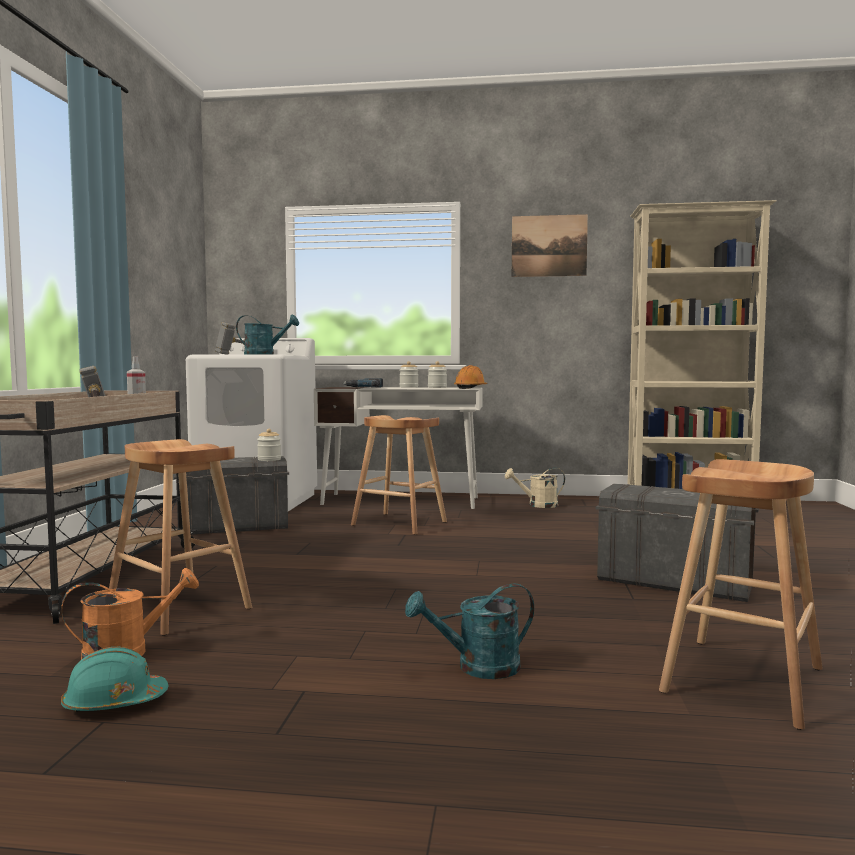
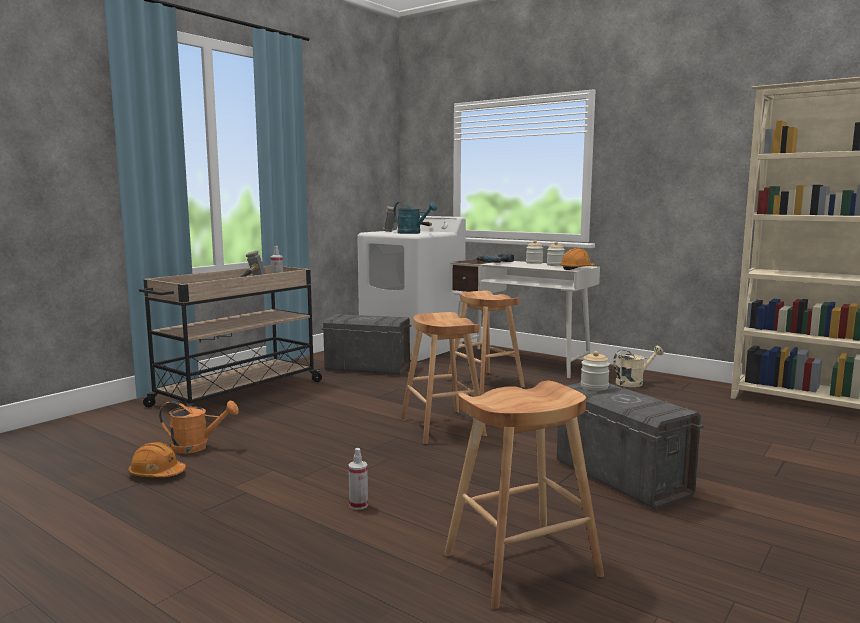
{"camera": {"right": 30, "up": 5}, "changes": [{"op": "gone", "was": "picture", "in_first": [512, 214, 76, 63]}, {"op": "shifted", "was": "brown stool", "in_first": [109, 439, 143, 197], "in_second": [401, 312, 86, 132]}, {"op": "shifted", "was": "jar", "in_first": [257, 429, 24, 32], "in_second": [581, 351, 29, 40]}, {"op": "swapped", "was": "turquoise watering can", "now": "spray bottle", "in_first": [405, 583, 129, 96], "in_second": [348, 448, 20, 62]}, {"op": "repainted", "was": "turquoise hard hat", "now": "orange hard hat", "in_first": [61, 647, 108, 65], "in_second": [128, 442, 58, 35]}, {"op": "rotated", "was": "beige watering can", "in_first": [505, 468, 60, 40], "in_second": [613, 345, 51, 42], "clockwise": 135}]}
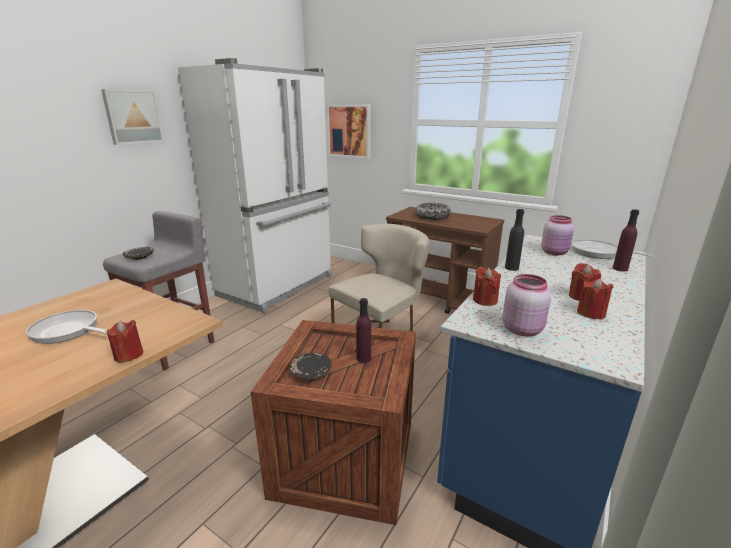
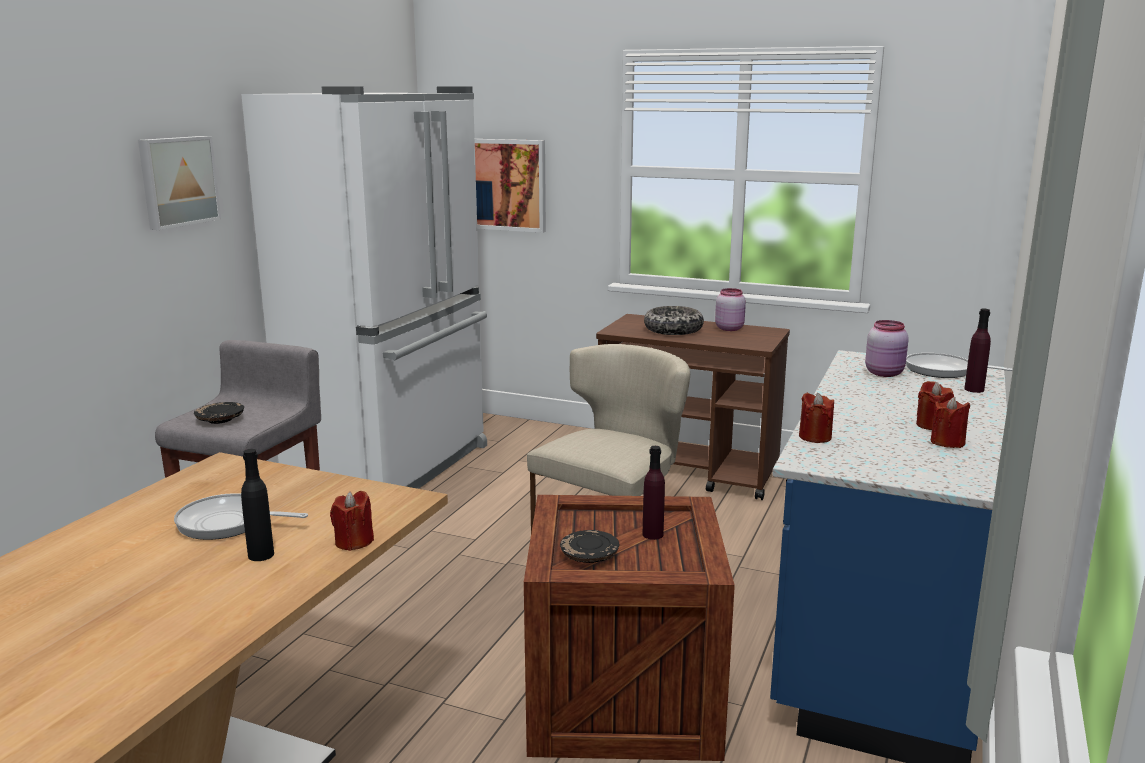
{"camera": {"right": -10, "up": -5}, "changes": [{"op": "shifted", "was": "pink jar", "in_first": [502, 274, 49, 62], "in_second": [715, 288, 31, 43]}, {"op": "shifted", "was": "black bottle", "in_first": [505, 209, 19, 62], "in_second": [241, 449, 33, 112]}]}
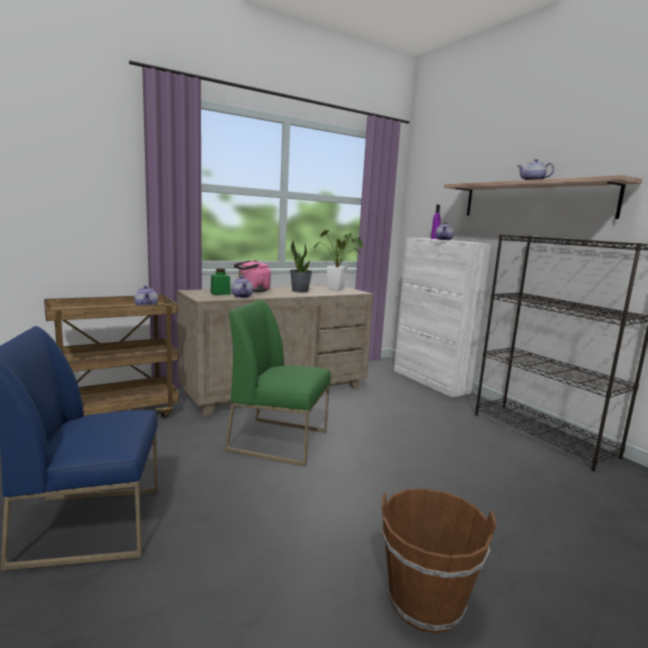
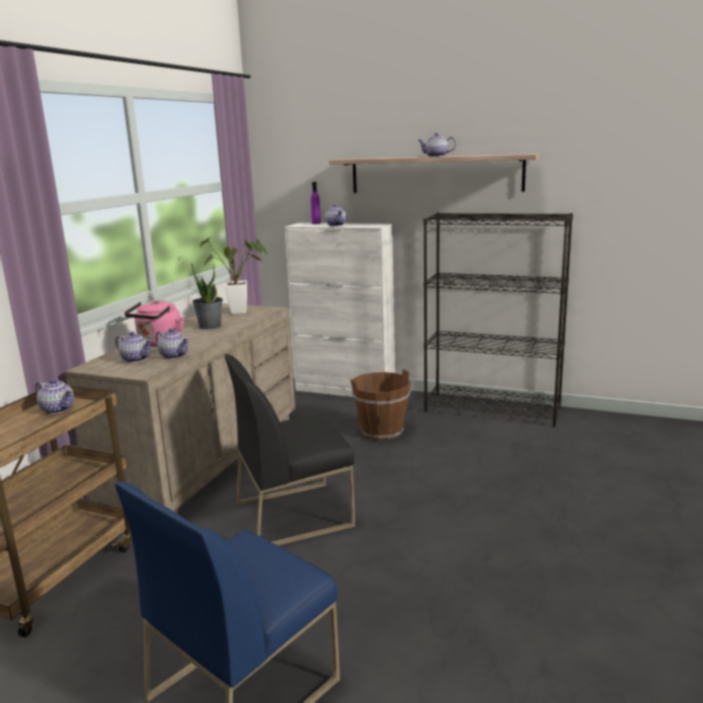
{"camera": {"right": -35, "up": 5}, "changes": [{"op": "shifted", "was": "brown bucket", "in_first": [381, 488, 116, 145], "in_second": [350, 369, 61, 72]}, {"op": "swapped", "was": "green jar", "now": "teapot", "in_first": [210, 269, 21, 26], "in_second": [115, 332, 37, 31]}, {"op": "repainted", "was": "green chair", "now": "black chair", "in_first": [225, 299, 106, 167], "in_second": [224, 354, 131, 192]}]}
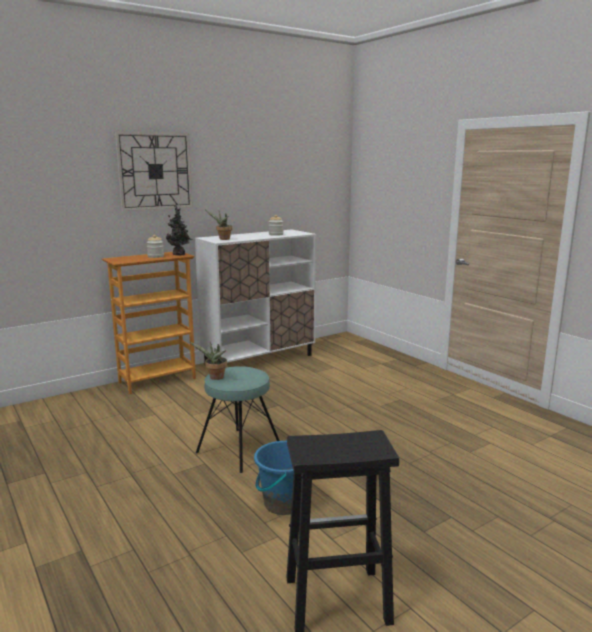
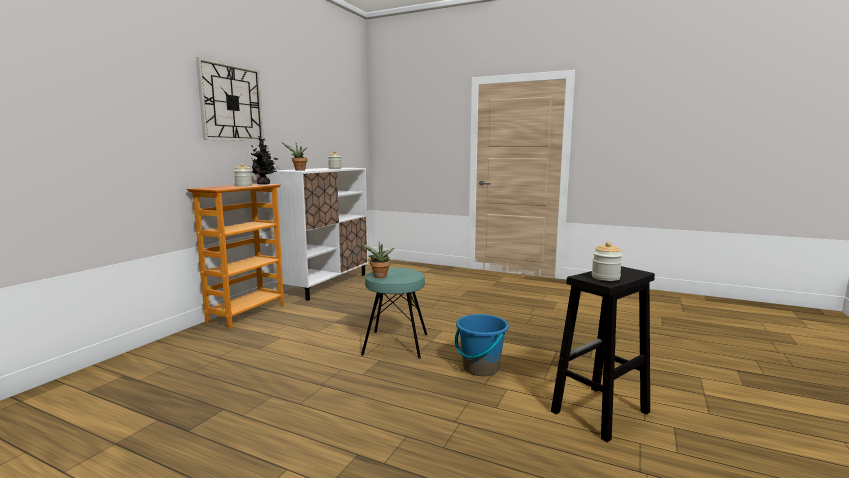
{"camera": {"right": -30, "up": -5}, "changes": [{"op": "new", "now": "jar", "in_second": [592, 242, 30, 39]}]}
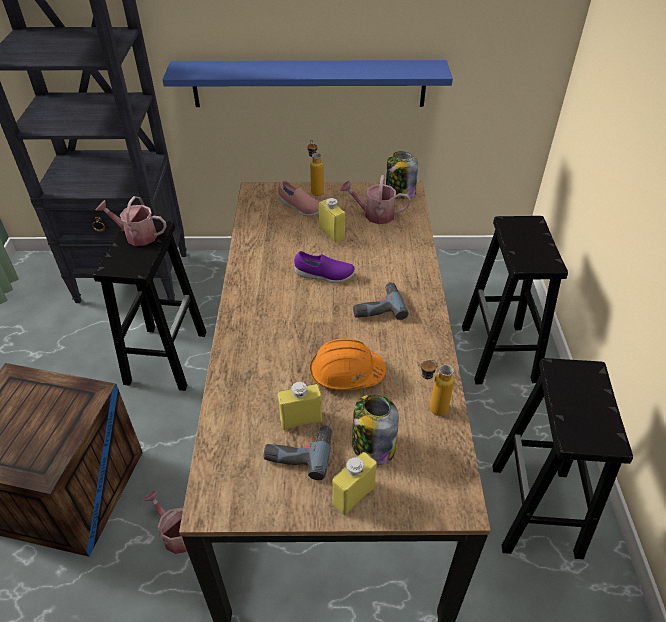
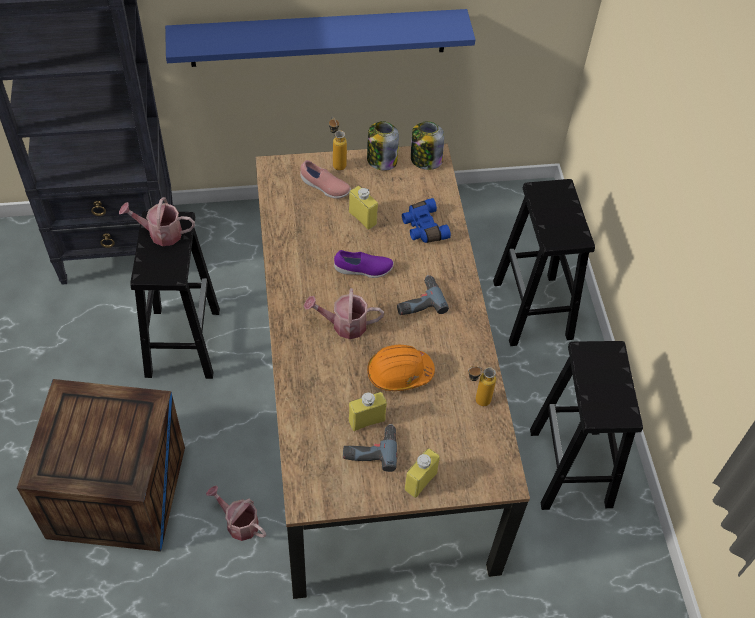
{"camera": {"right": -10, "up": 10}, "changes": [{"op": "new", "now": "blue binoculars", "in_second": [402, 198, 49, 45]}, {"op": "shifted", "was": "watering can", "in_first": [340, 175, 71, 49], "in_second": [304, 288, 80, 51]}, {"op": "shifted", "was": "jar", "in_first": [352, 395, 47, 70], "in_second": [367, 121, 32, 50]}]}
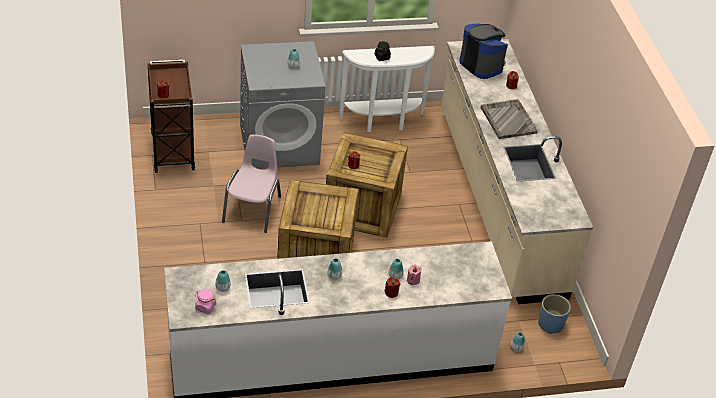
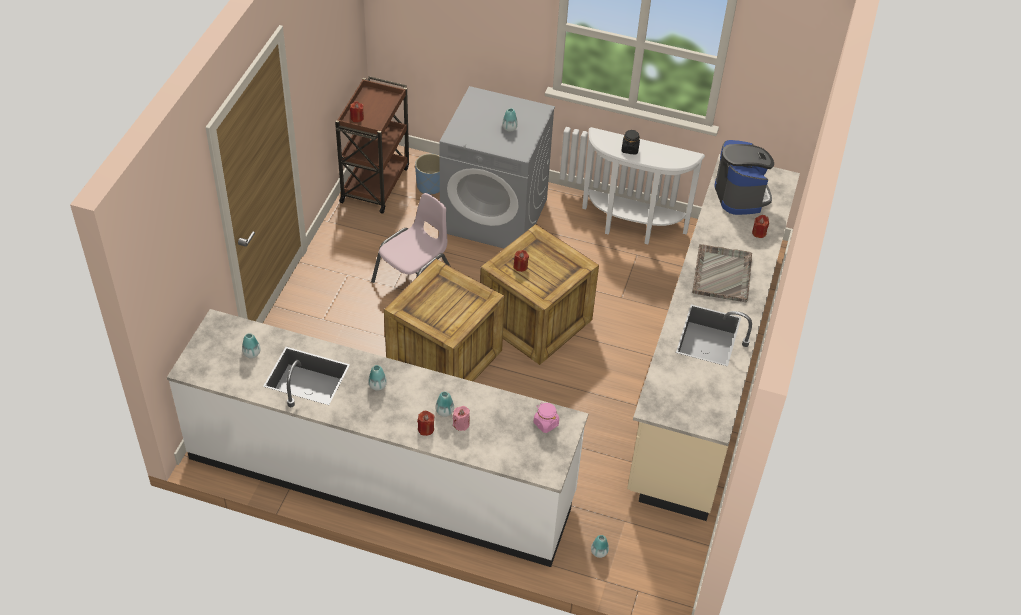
{"camera": {"right": 30, "up": 5}, "changes": [{"op": "shifted", "was": "pink jar", "in_first": [195, 289, 22, 25], "in_second": [534, 402, 25, 31]}, {"op": "shifted", "was": "blue planter", "in_first": [538, 294, 33, 40], "in_second": [415, 154, 25, 40]}]}
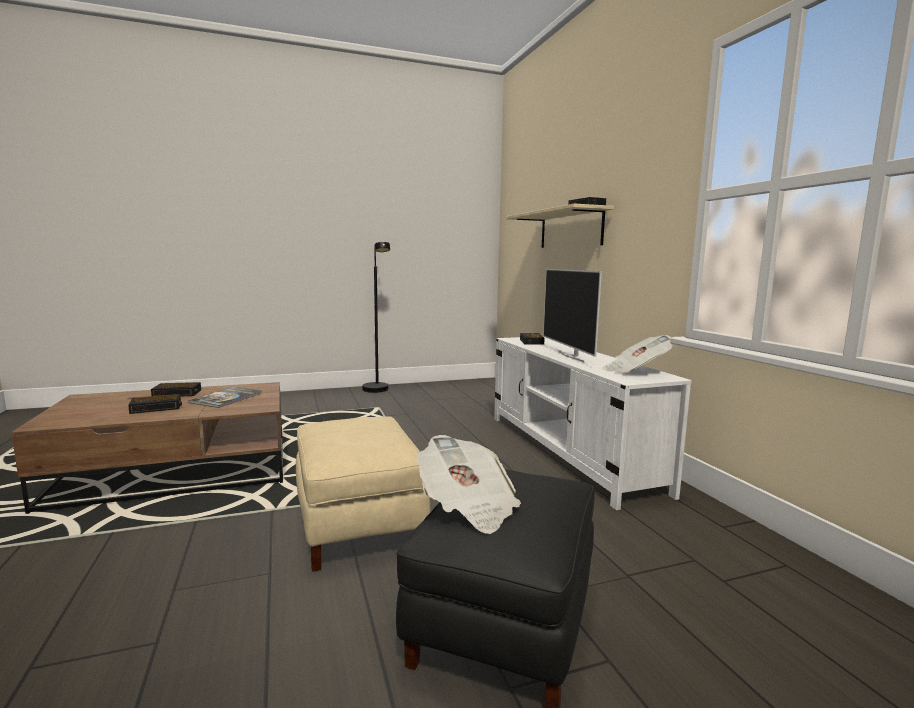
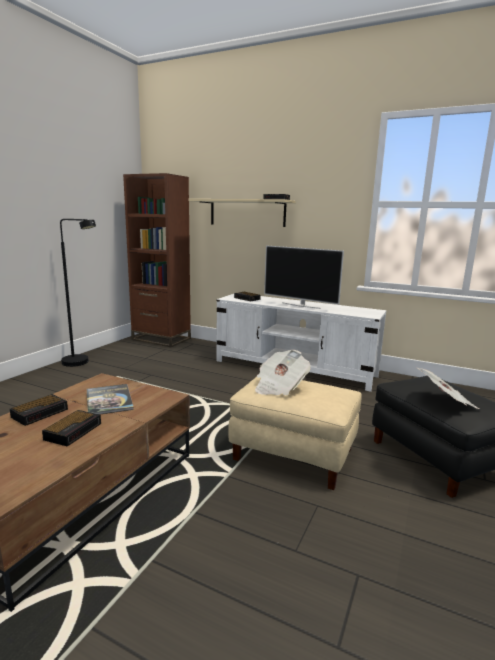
{"camera": {"right": -45, "up": 5}, "changes": [{"op": "new", "now": "brown bookcase", "in_second": [123, 173, 68, 174]}, {"op": "shifted", "was": "newspaper", "in_first": [602, 335, 71, 38], "in_second": [255, 350, 56, 46]}]}
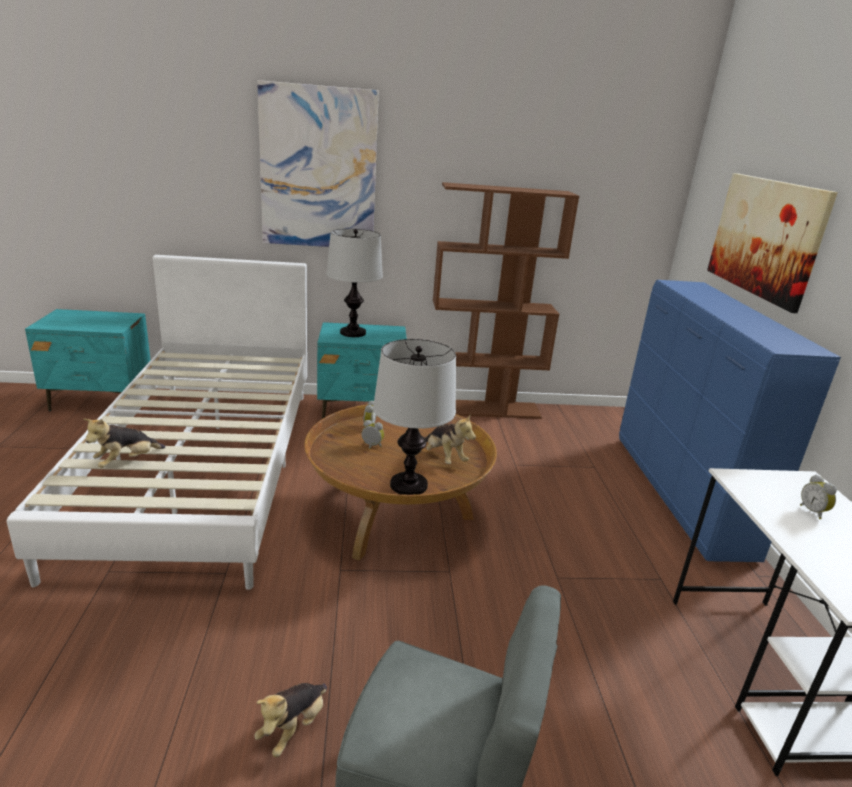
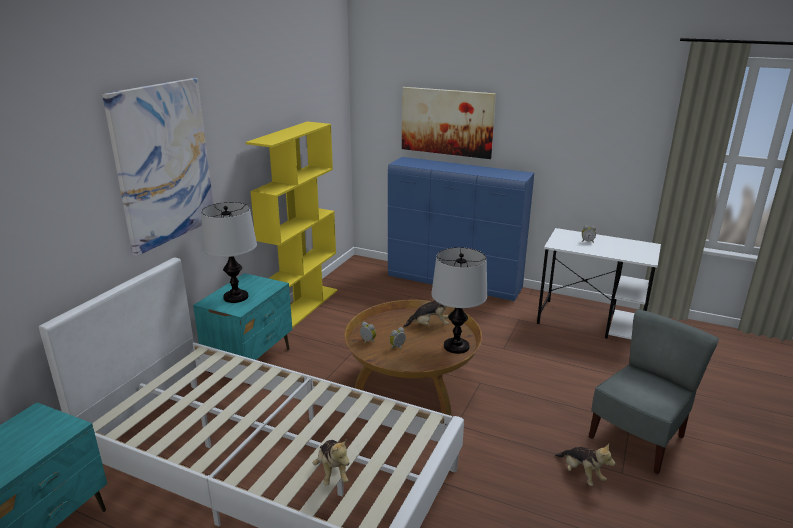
{"camera": {"right": -60, "up": 0}, "changes": [{"op": "repainted", "was": "brown bookcase", "now": "yellow bookcase", "in_first": [433, 182, 146, 237], "in_second": [246, 121, 92, 207]}]}
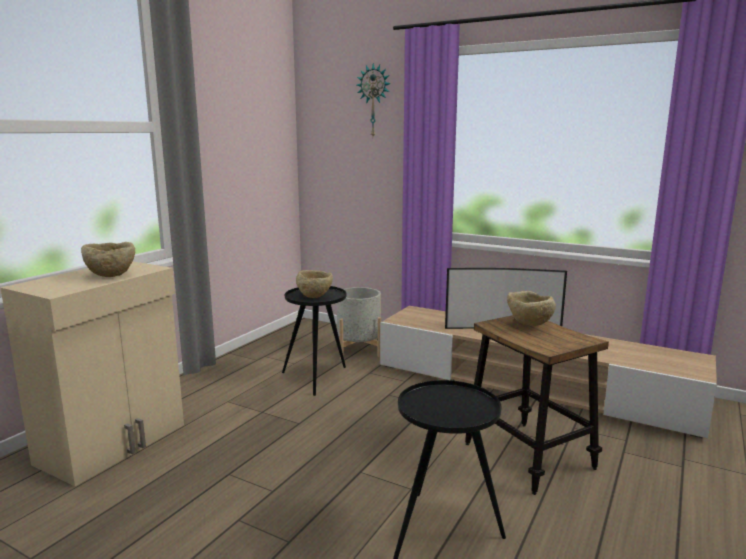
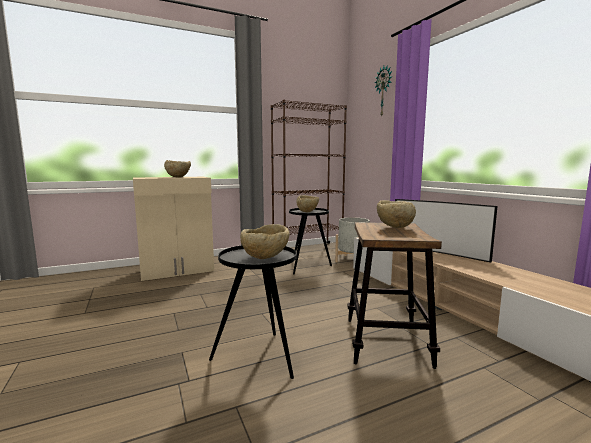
{"camera": {"right": 35, "up": -5}, "changes": [{"op": "new", "now": "beige bowl", "in_second": [240, 224, 50, 35]}, {"op": "new", "now": "brown bookcase", "in_second": [271, 100, 76, 144]}]}
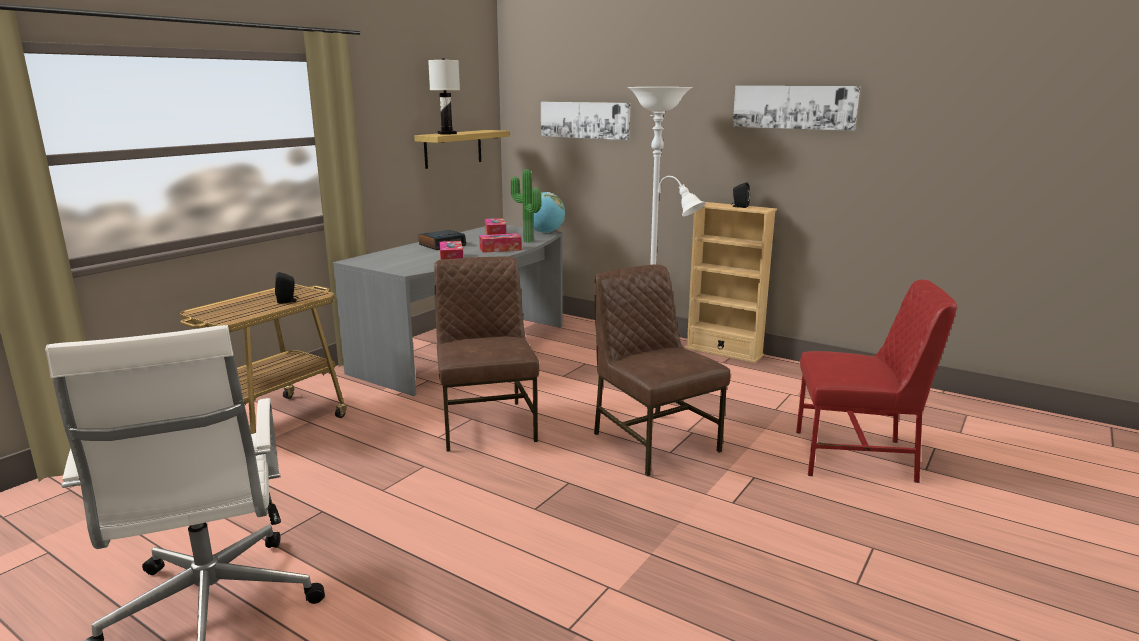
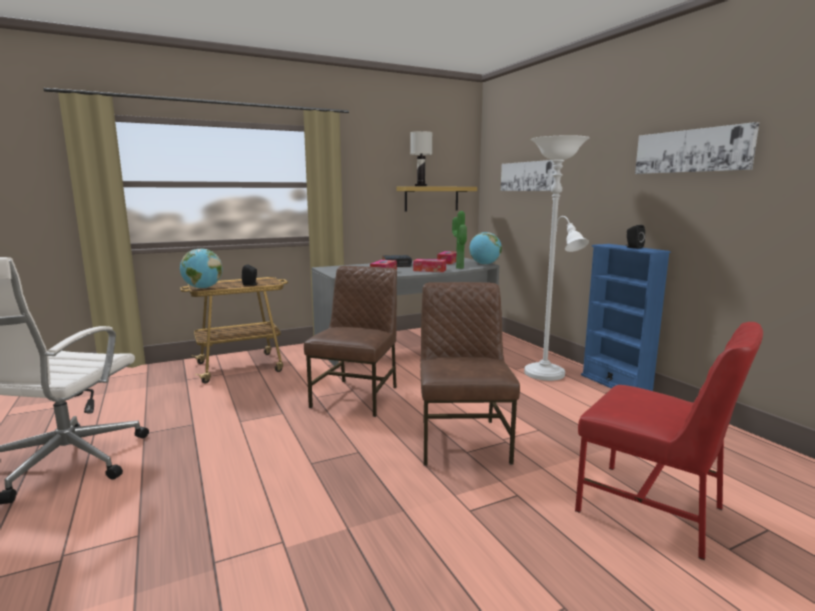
{"camera": {"right": 30, "up": -5}, "changes": [{"op": "new", "now": "globe", "in_second": [180, 249, 43, 40]}, {"op": "repainted", "was": "beige bookcase", "now": "blue bookcase", "in_first": [685, 202, 92, 161], "in_second": [581, 244, 90, 147]}]}
